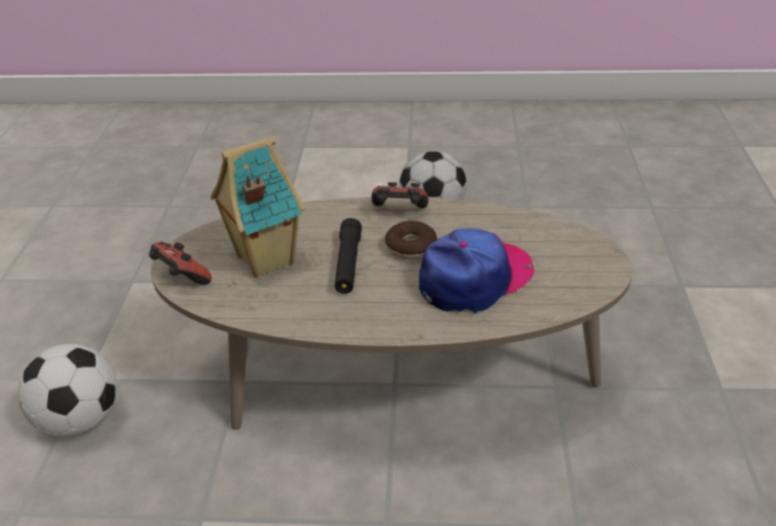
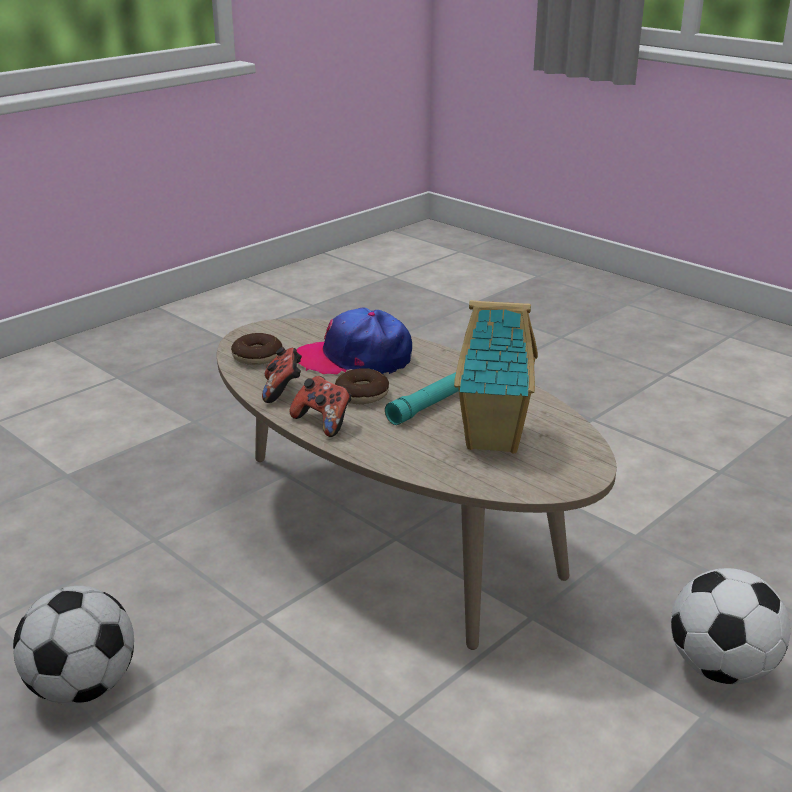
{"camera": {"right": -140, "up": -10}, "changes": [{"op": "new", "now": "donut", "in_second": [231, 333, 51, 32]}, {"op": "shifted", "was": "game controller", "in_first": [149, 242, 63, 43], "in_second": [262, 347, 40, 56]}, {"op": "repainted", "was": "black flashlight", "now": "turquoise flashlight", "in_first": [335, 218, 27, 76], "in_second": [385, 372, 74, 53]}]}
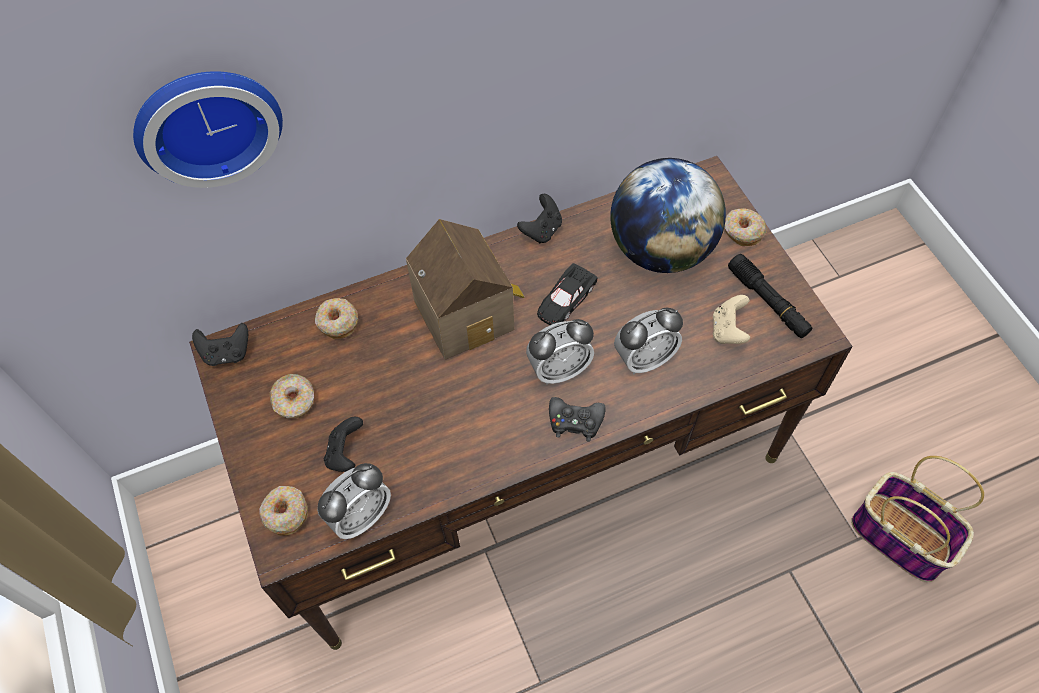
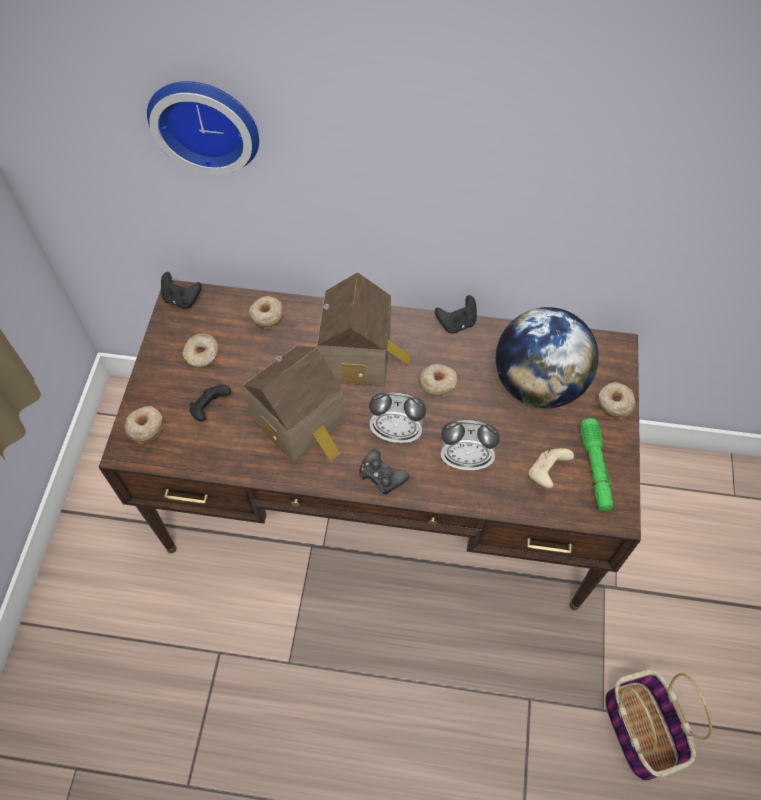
{"camera": {"right": 30, "up": 0}, "changes": [{"op": "gone", "was": "alarm clock", "in_first": [317, 463, 74, 76]}, {"op": "new", "now": "toy house", "in_second": [243, 345, 102, 118]}, {"op": "swapped", "was": "black toy car", "now": "donut", "in_first": [537, 263, 61, 62], "in_second": [419, 364, 38, 33]}, {"op": "repainted", "was": "black flashlight", "now": "green flashlight", "in_first": [728, 254, 84, 84], "in_second": [580, 418, 34, 93]}]}
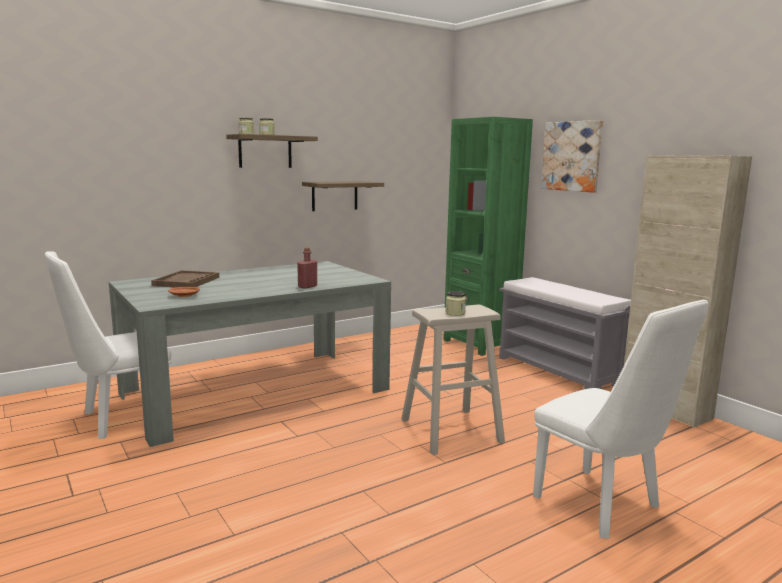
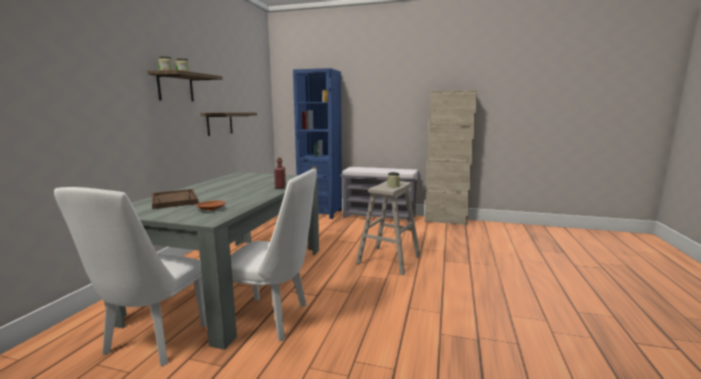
{"camera": {"right": -40, "up": 0}, "changes": [{"op": "gone", "was": "picture", "in_first": [541, 120, 62, 72]}, {"op": "shifted", "was": "white chair", "in_first": [533, 300, 175, 238], "in_second": [231, 169, 86, 172]}, {"op": "repainted", "was": "green bookcase", "now": "blue bookcase", "in_first": [443, 117, 90, 239], "in_second": [293, 68, 49, 151]}]}
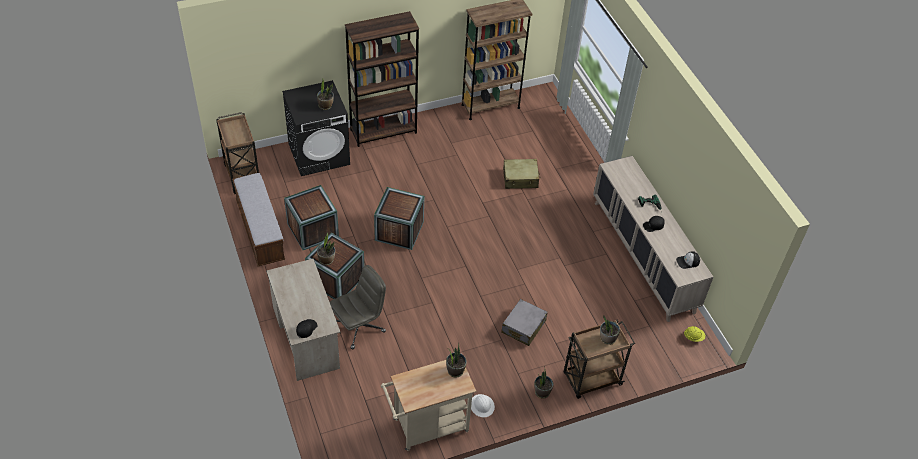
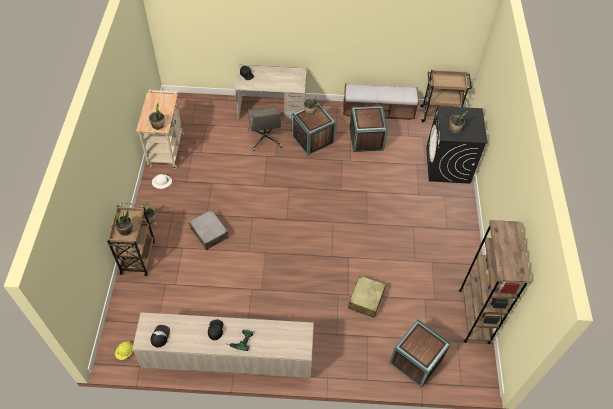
{"camera": {"right": 115, "up": 5}, "changes": [{"op": "gone", "was": "brown bookcase", "in_first": [345, 11, 74, 136]}, {"op": "shifted", "was": "crate", "in_first": [374, 187, 50, 63], "in_second": [389, 319, 62, 69]}]}
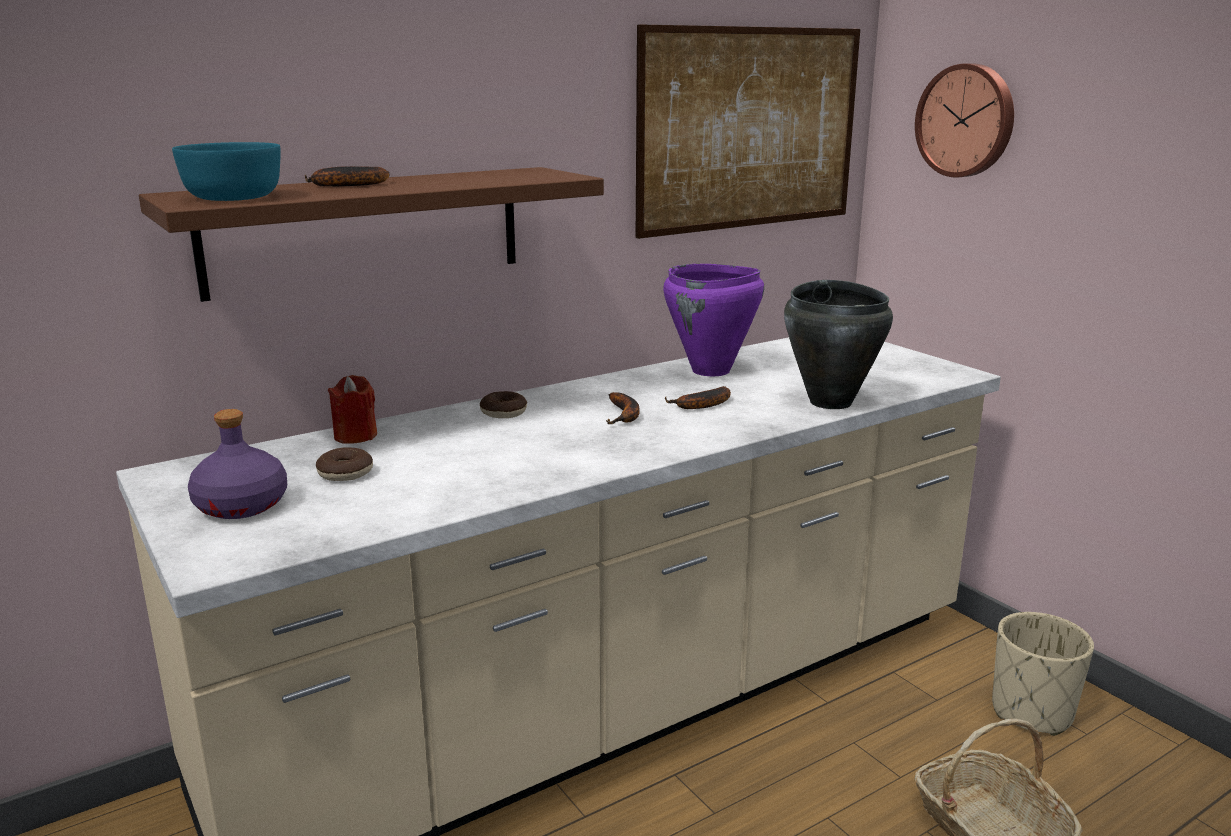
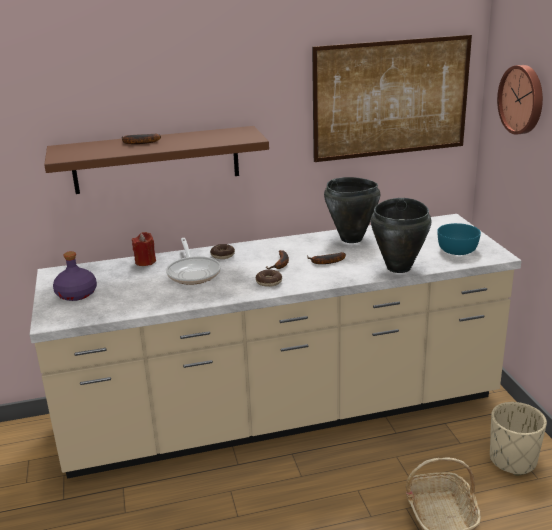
{"camera": {"right": 20, "up": 5}, "changes": [{"op": "new", "now": "frying pan", "in_second": [166, 238, 55, 47]}, {"op": "shifted", "was": "turquoise bowl", "in_first": [172, 142, 109, 59], "in_second": [437, 223, 44, 32]}, {"op": "shifted", "was": "donut", "in_first": [316, 447, 57, 34], "in_second": [256, 269, 26, 18]}, {"op": "repainted", "was": "purple cooking pot", "now": "black cooking pot", "in_first": [663, 264, 101, 113], "in_second": [324, 177, 56, 66]}]}
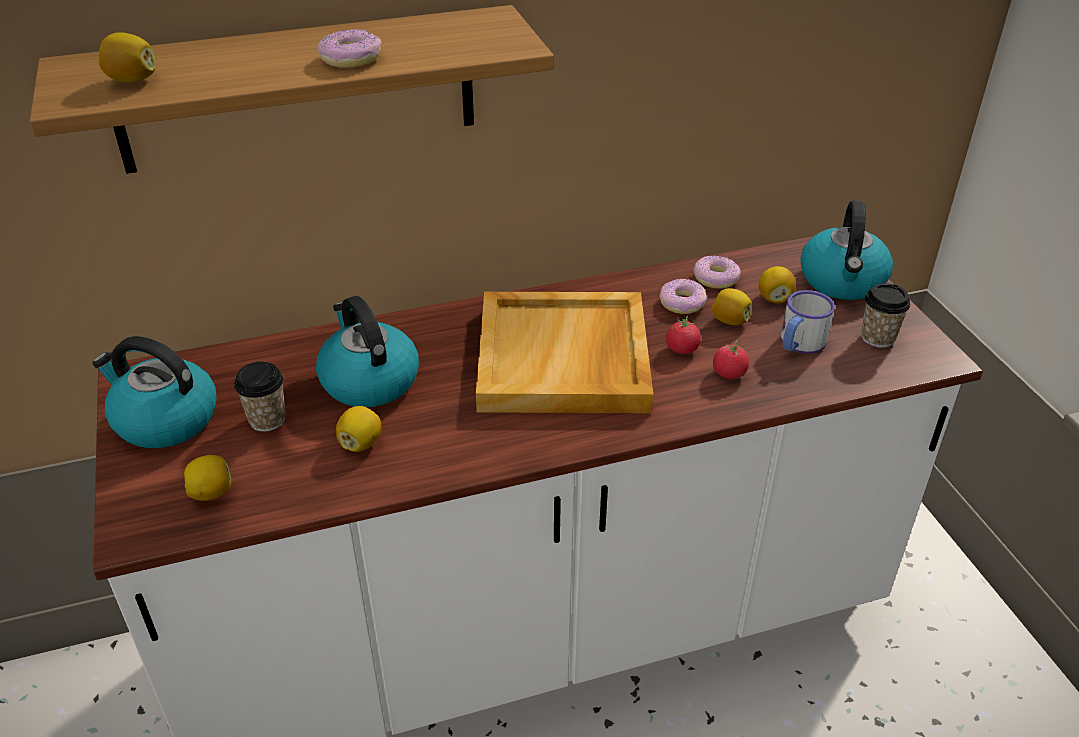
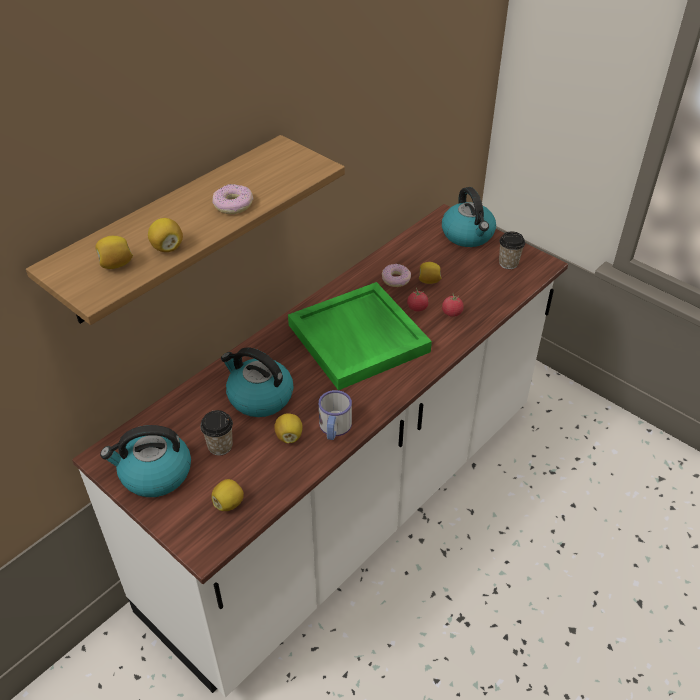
{"camera": {"right": -30, "up": 5}, "changes": [{"op": "gone", "was": "donut", "in_first": [693, 255, 48, 34]}, {"op": "shifted", "was": "lemon", "in_first": [759, 266, 37, 38], "in_second": [148, 218, 35, 34]}, {"op": "shifted", "was": "mug", "in_first": [781, 290, 54, 64], "in_second": [319, 390, 33, 50]}, {"op": "repainted", "was": "beige tray", "now": "green tray", "in_first": [476, 292, 177, 121], "in_second": [288, 282, 144, 108]}]}
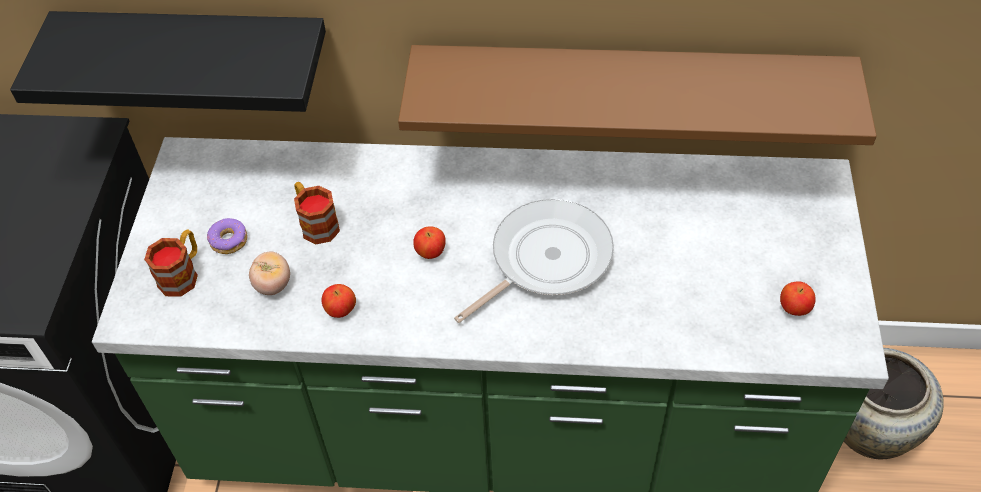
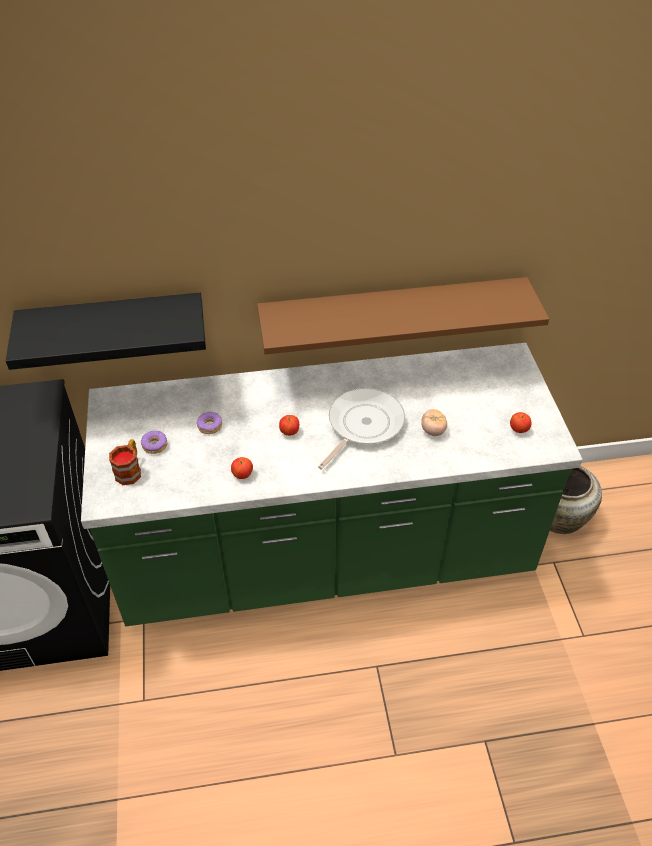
{"camera": {"right": -15, "up": -5}, "changes": [{"op": "shifted", "was": "tomato", "in_first": [249, 252, 41, 43], "in_second": [421, 409, 26, 27]}, {"op": "swapped", "was": "mug", "now": "donut", "in_first": [294, 182, 46, 63], "in_second": [197, 411, 25, 23]}]}
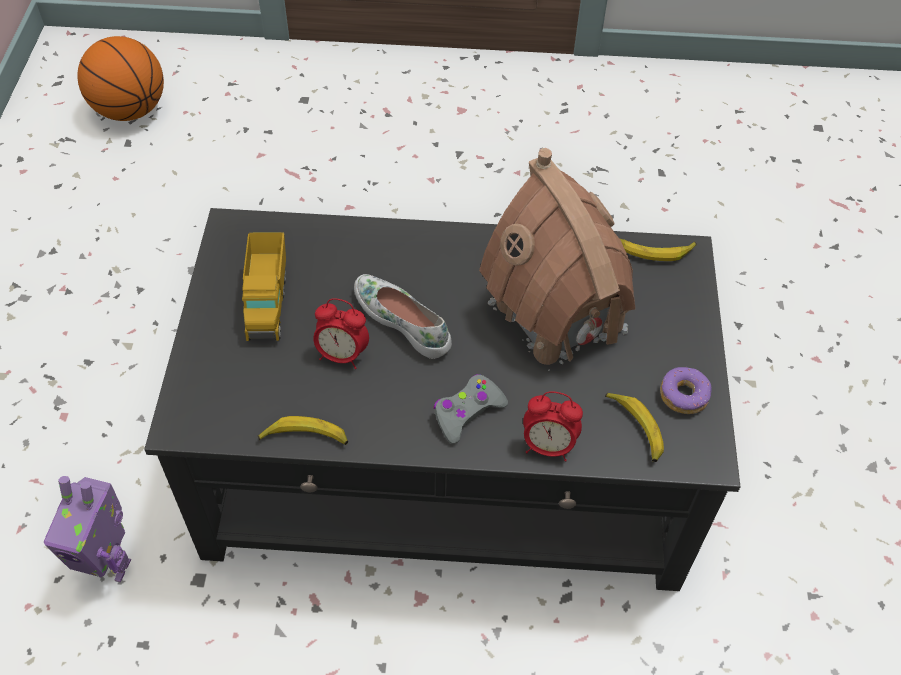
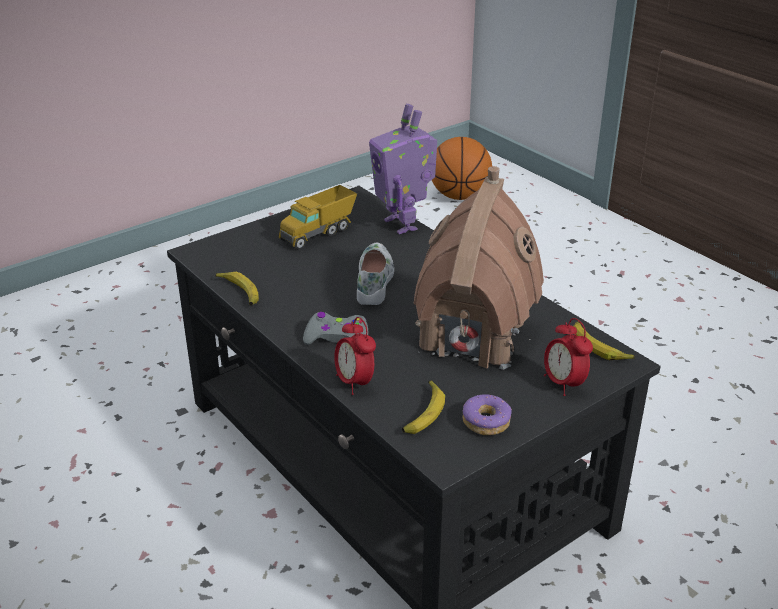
{"camera": {"right": 50, "up": -20}, "changes": [{"op": "shifted", "was": "toy robot", "in_first": [44, 476, 87, 106], "in_second": [369, 104, 68, 130]}, {"op": "shifted", "was": "alarm clock", "in_first": [313, 298, 56, 71], "in_second": [544, 318, 49, 78]}]}
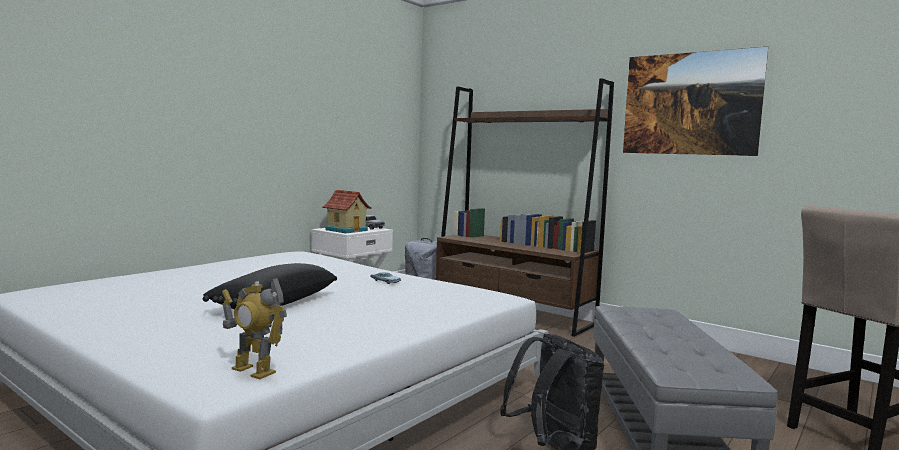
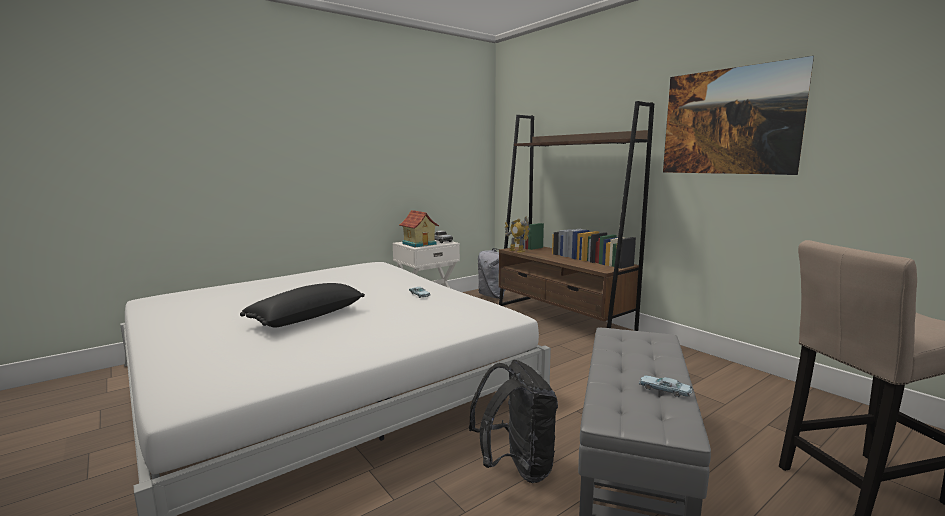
{"camera": {"right": 15, "up": 5}, "changes": [{"op": "new", "now": "blue toy car", "in_second": [639, 375, 54, 22]}, {"op": "shifted", "was": "toy robot", "in_first": [222, 278, 65, 101], "in_second": [505, 217, 25, 36]}]}
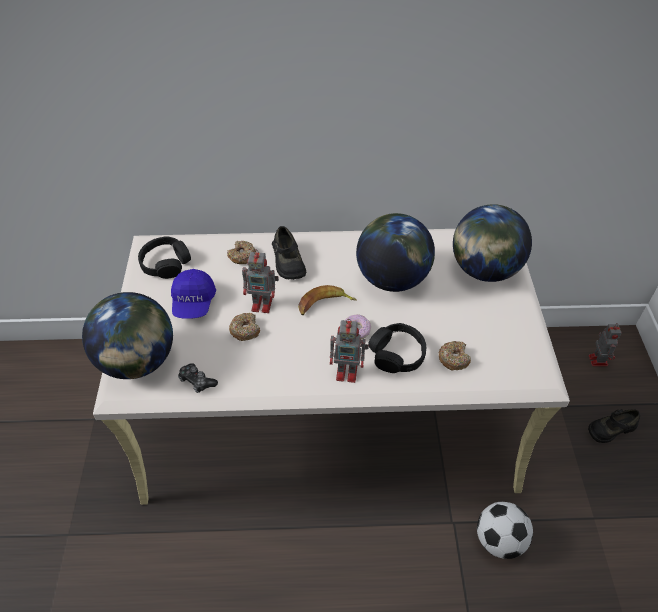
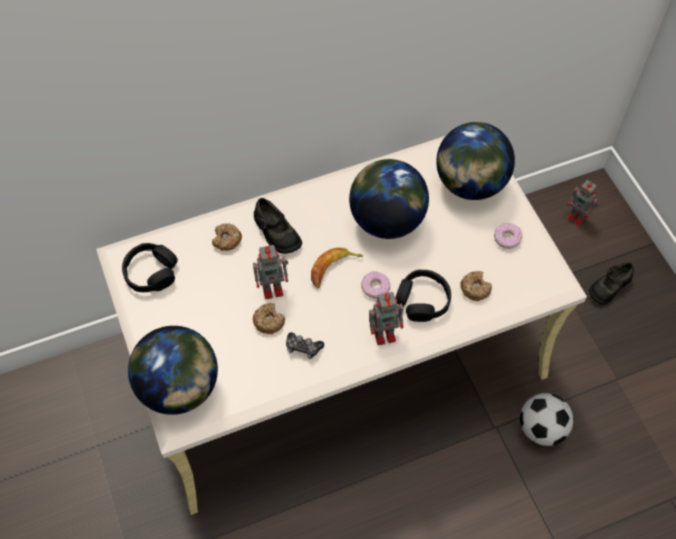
{"camera": {"right": -20, "up": 10}, "changes": [{"op": "gone", "was": "blue cap", "in_first": [171, 269, 45, 50]}, {"op": "new", "now": "donut", "in_second": [494, 223, 28, 26]}, {"op": "shifted", "was": "game controller", "in_first": [178, 363, 40, 30], "in_second": [286, 332, 38, 27]}, {"op": "rotated", "was": "toy robot", "in_first": [589, 323, 33, 43], "in_second": [567, 180, 31, 46], "clockwise": 150}]}
